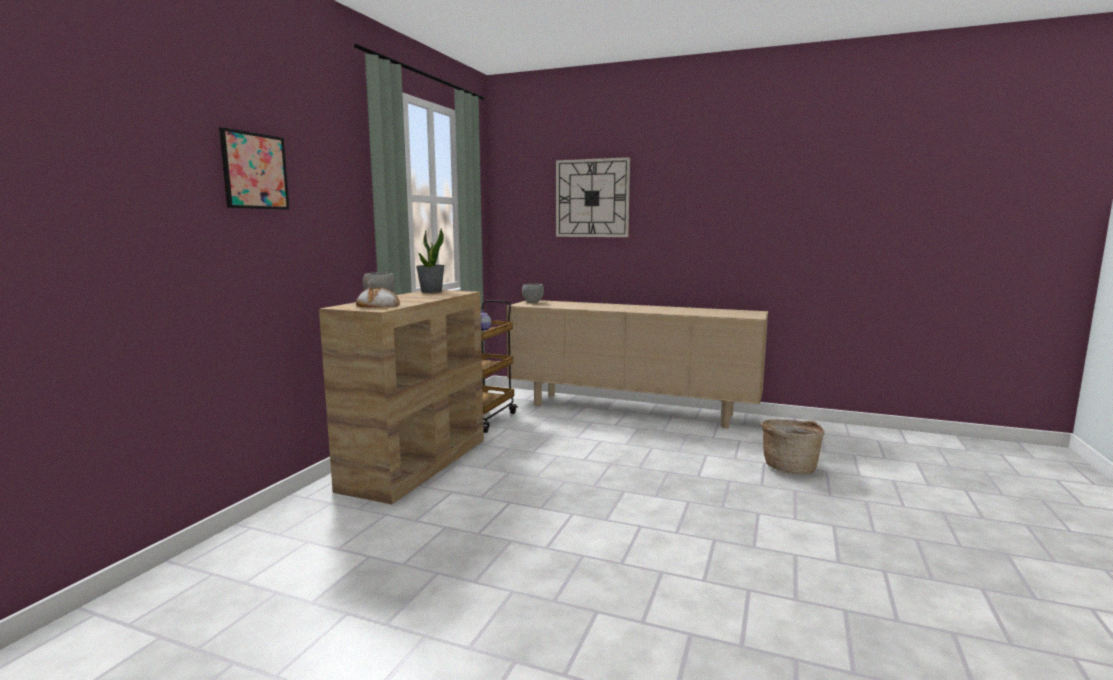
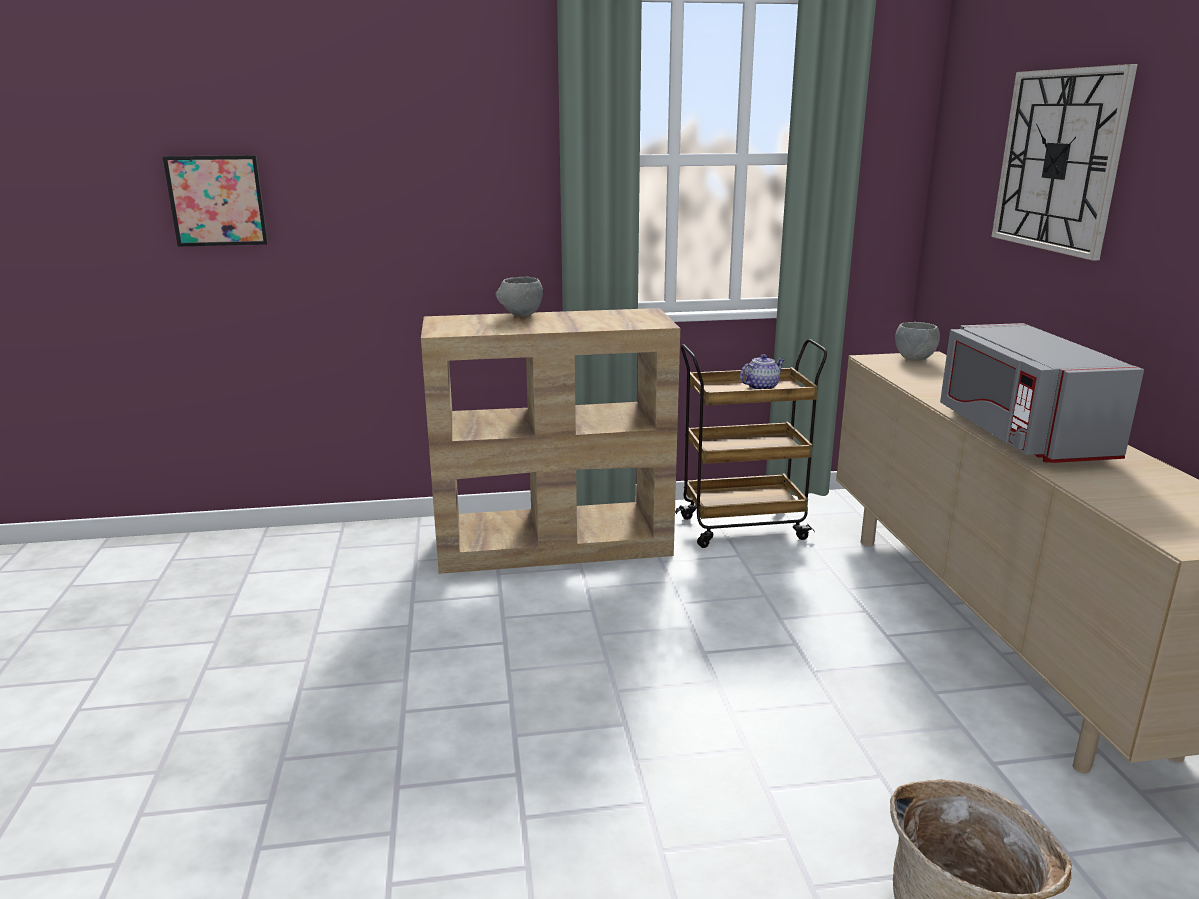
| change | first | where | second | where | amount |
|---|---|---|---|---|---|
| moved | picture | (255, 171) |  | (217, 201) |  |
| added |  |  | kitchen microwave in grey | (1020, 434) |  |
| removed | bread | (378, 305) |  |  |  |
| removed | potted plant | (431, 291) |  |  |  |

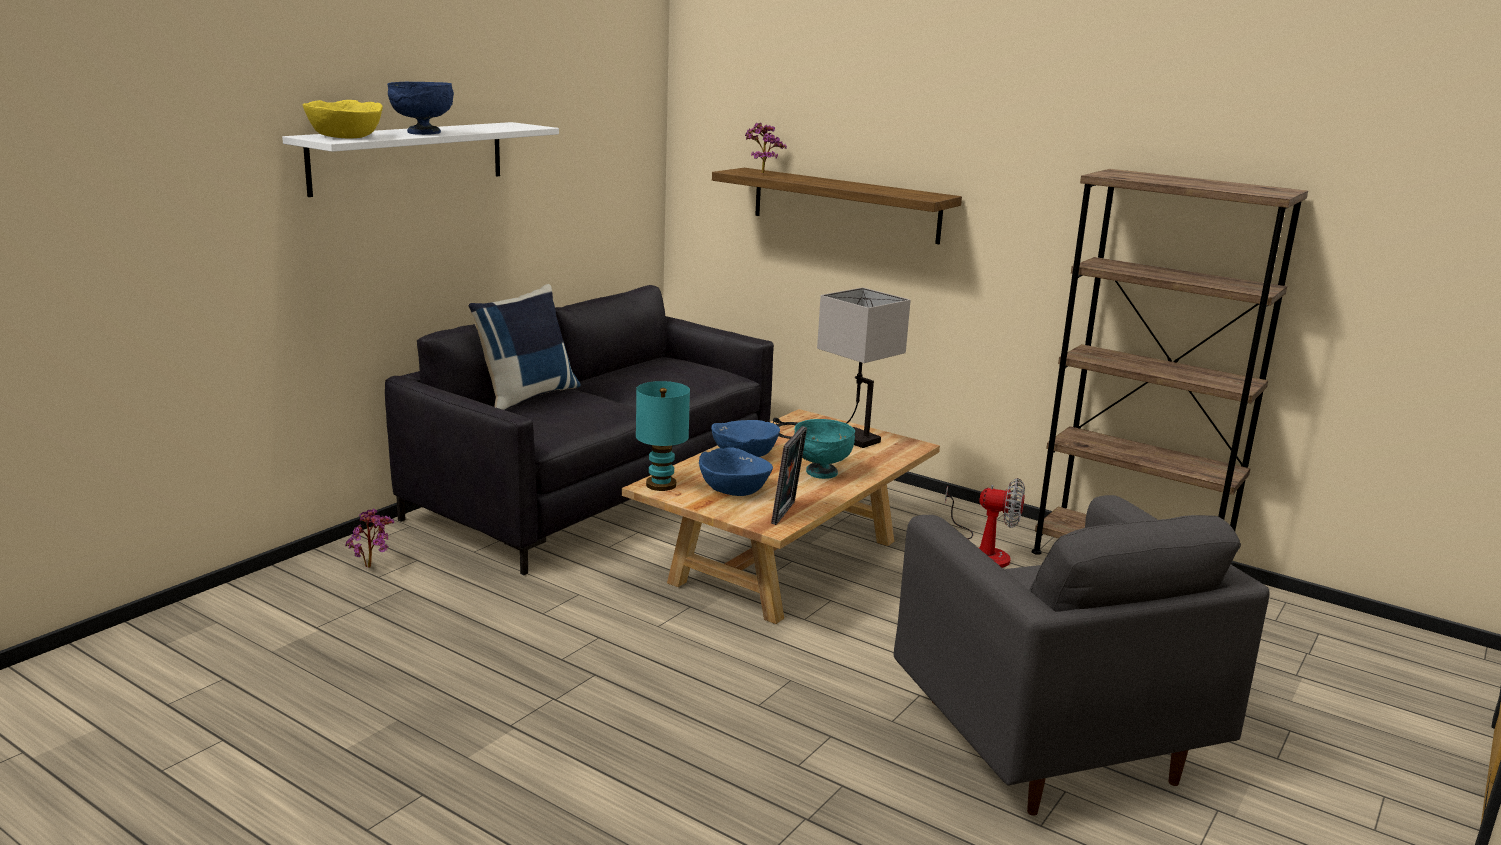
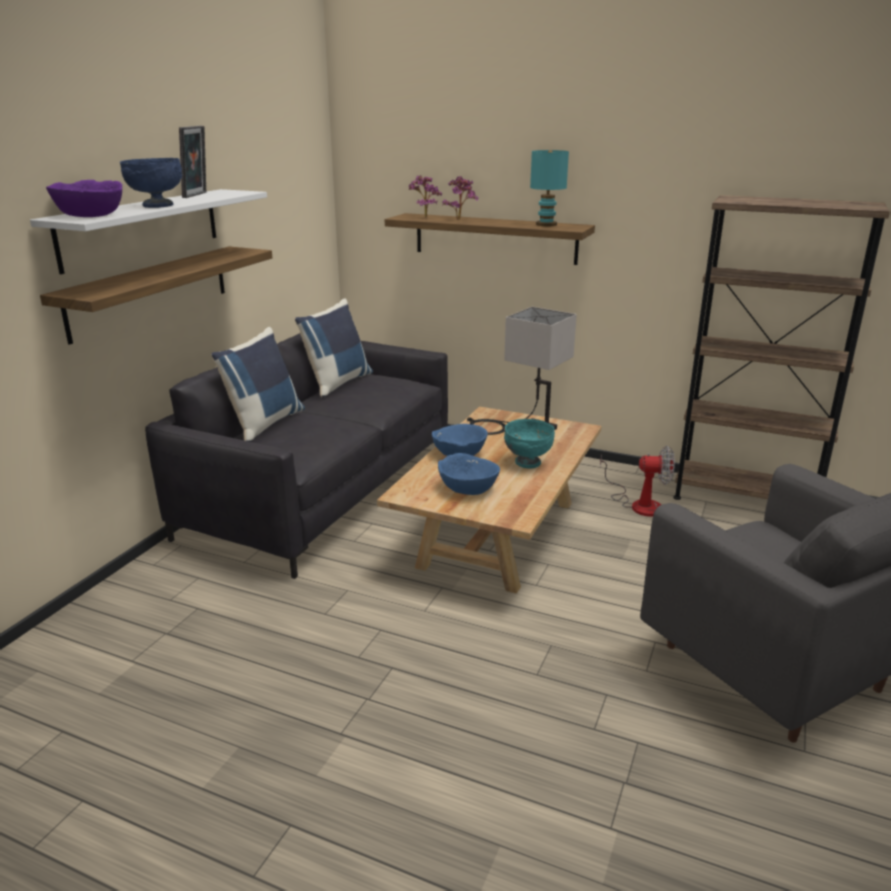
| change | first | where | second | where | amount |
|---|---|---|---|---|---|
| added |  |  | wall shelf | (151, 291) |  |
| recoloured | serving bowl in yellowish | (345, 136) | serving bowl in purple | (90, 215) |  |
| moved | photo frame | (787, 513) |  | (197, 195) |  |
| added |  |  | cushion in bluish | (337, 383) |  |
| moved | potted plant | (373, 566) |  | (460, 219) |  |
| moved | tabletop lamp in turquoise-coloured | (660, 485) |  | (546, 224) |  |

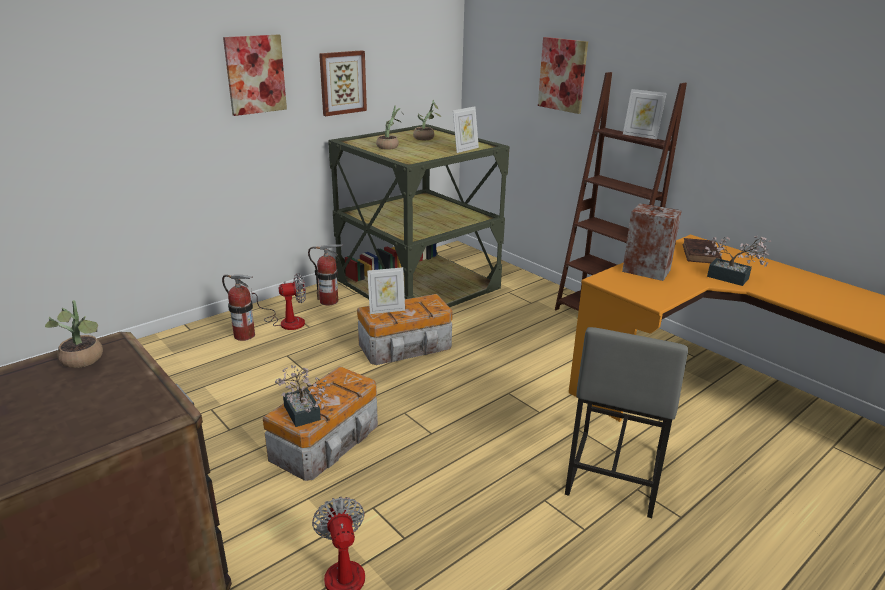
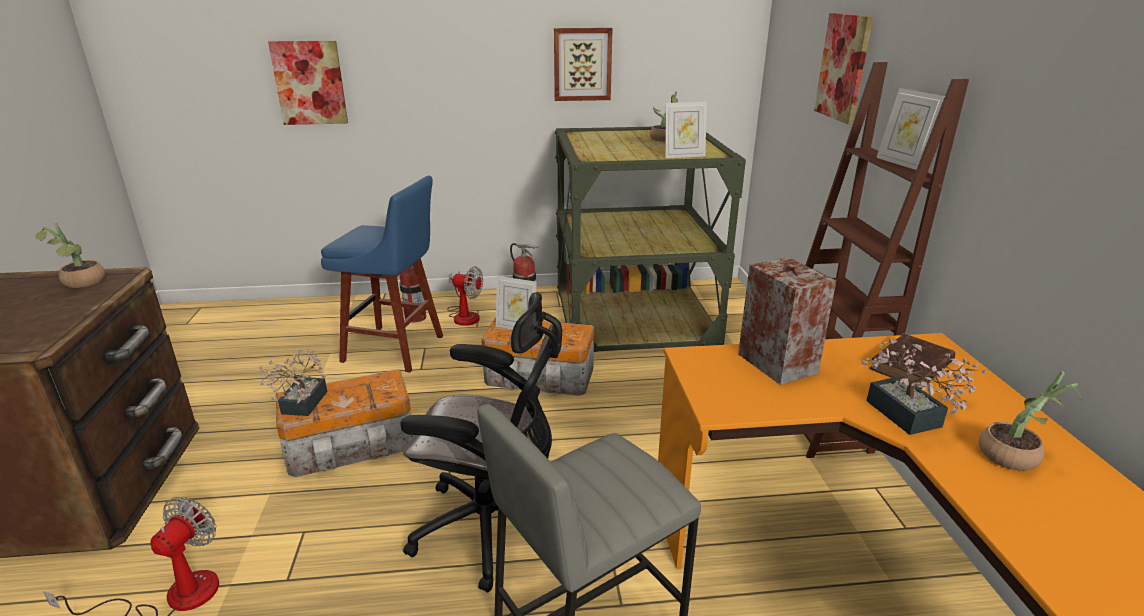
| change | first | where | second | where | amount |
|---|---|---|---|---|---|
| moved | picture | (255, 74) |  | (309, 83) |  |
| added |  |  | stool in bluish | (395, 349) |  |
| added |  |  | office chair | (489, 526) |  |
| moved | potted plant | (390, 147) |  | (1015, 456) |  |

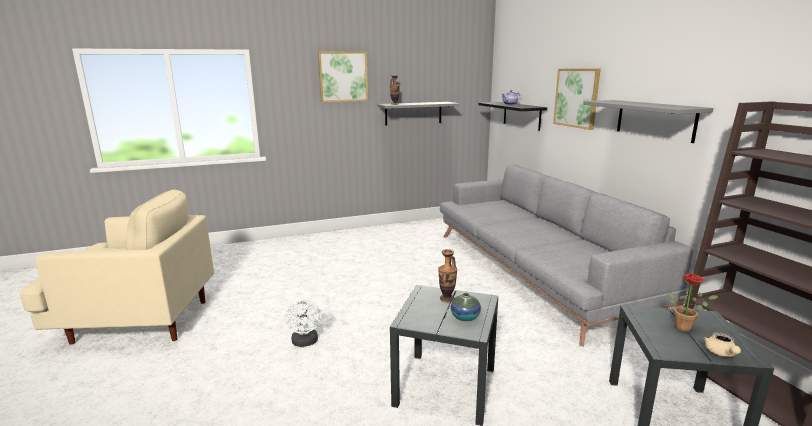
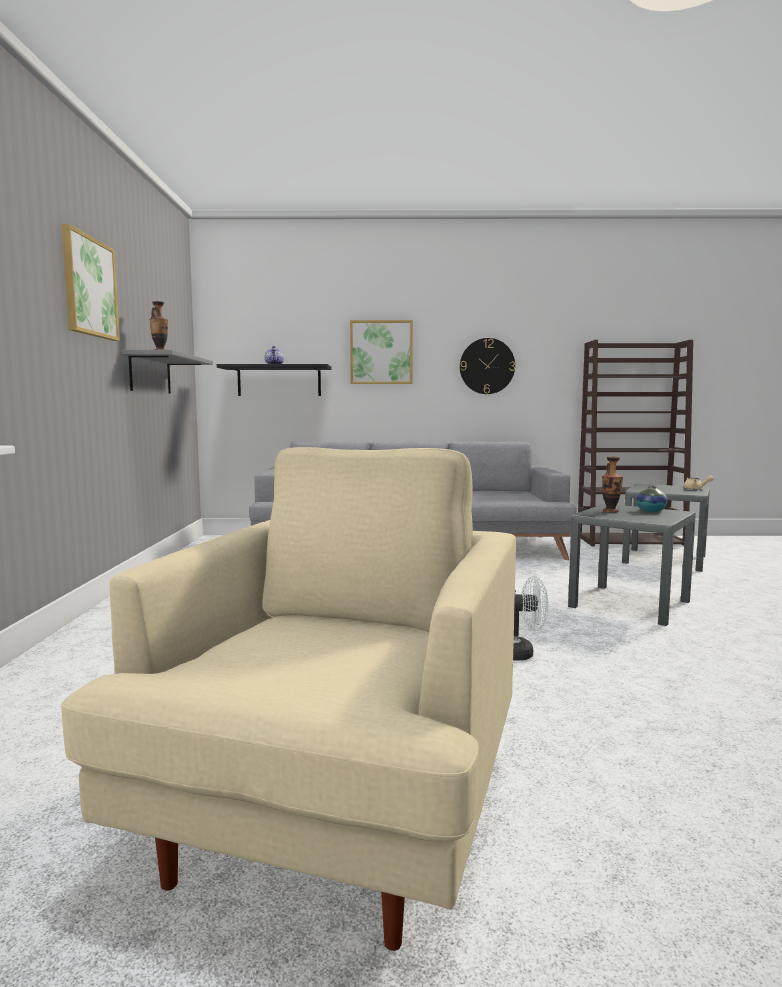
| change | first | where | second | where | amount |
|---|---|---|---|---|---|
| replaced | wall shelf in grey | (655, 120) | hanging clock | (487, 366) |  |
| removed | potted plant | (685, 327) |  |  |  |

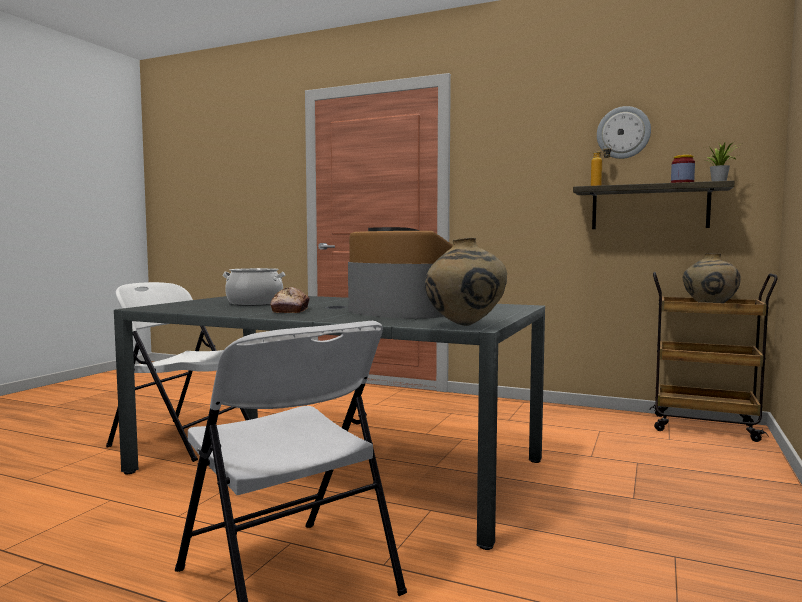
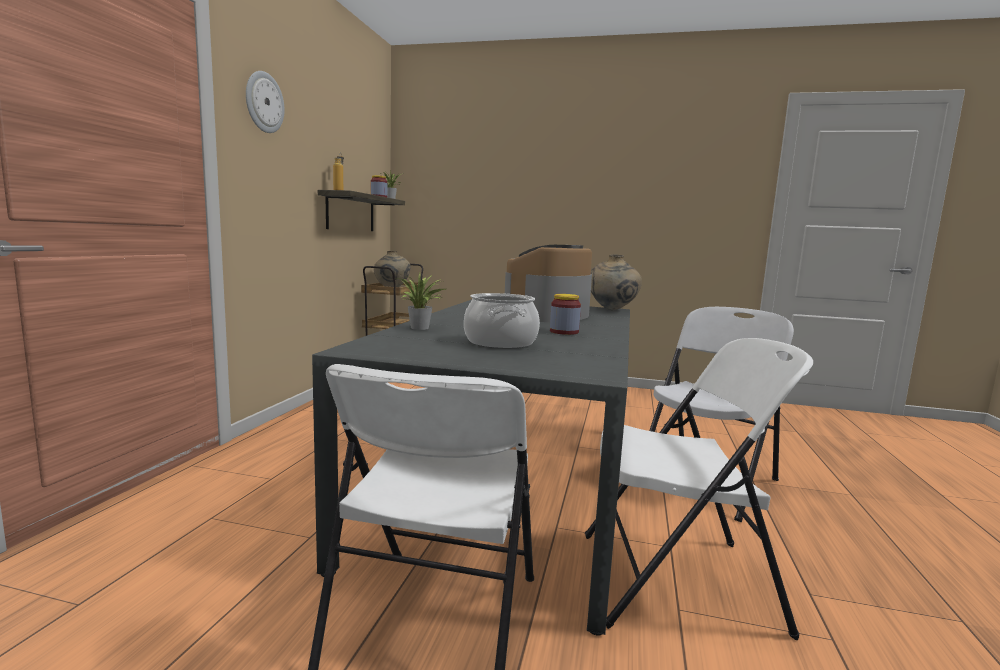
| change | first | where | second | where | amount |
|---|---|---|---|---|---|
| moved | hanging clock | (623, 132) |  | (264, 102) |  |
| added |  |  | potted plant | (421, 328) |  |
| replaced | bread | (291, 310) | jar | (564, 332) |  |
| added |  |  | chair in whitish | (677, 580) |  |

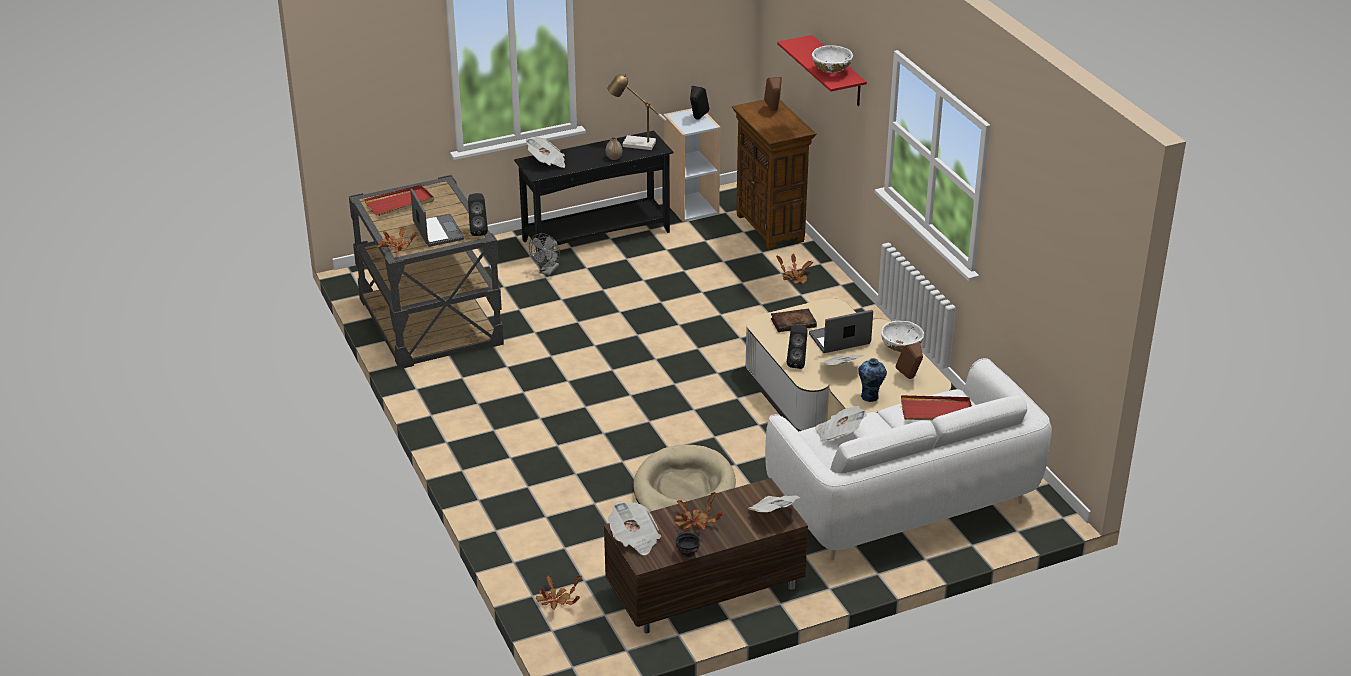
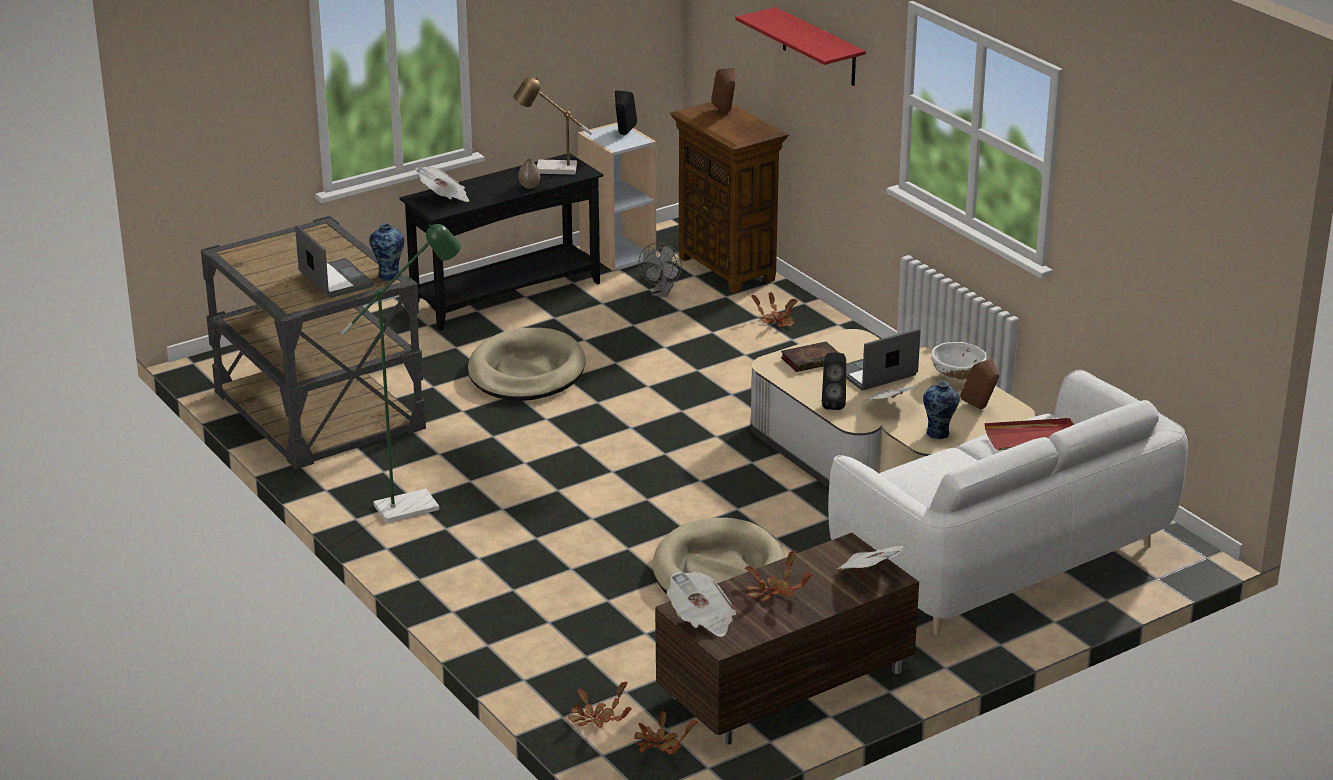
| change | first | where | second | where | amount |
|---|---|---|---|---|---|
| added |  |  | standard lamp in greenish | (417, 504) |  |
| replaced | audio speaker in black | (478, 231) | decorative vase | (389, 275) |  |
| added |  |  | dog bed in beige-coloured | (526, 371) |  |
| moved | potted plant | (396, 247) |  | (659, 745) |  |
| moved | cooling fan in grey | (547, 271) |  | (662, 293) |  |
| removed | tray in reddish | (400, 203) |  |  |  |
| removed | serving bowl in black | (687, 553) |  |  |  |
| removed | serving bowl in whitish | (831, 72) |  |  |  |
| removed | newspaper | (839, 434) |  |  |  |

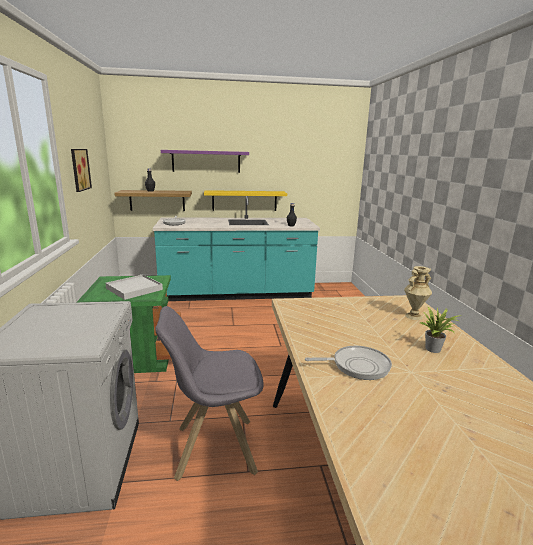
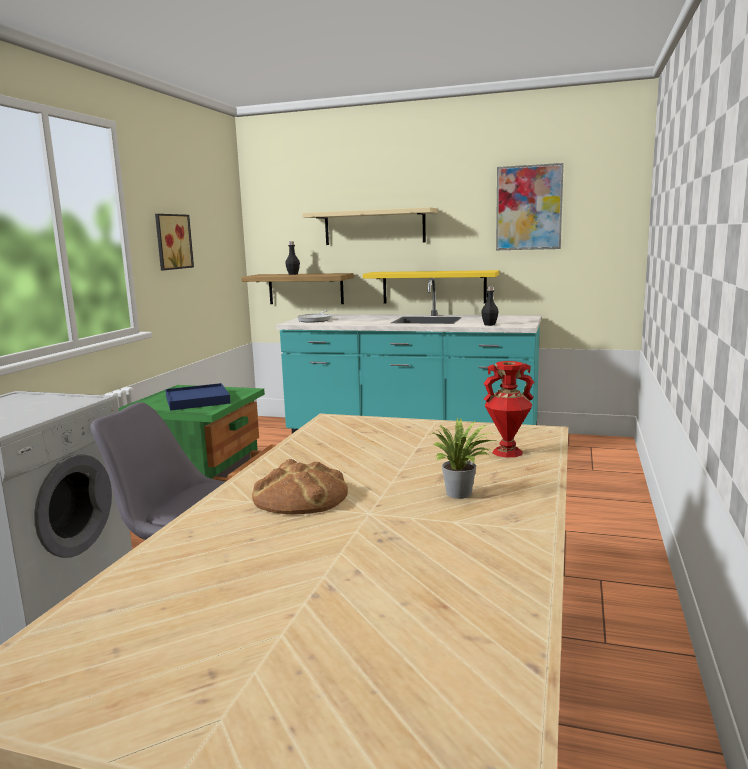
| change | first | where | second | where | amount |
|---|---|---|---|---|---|
| recoloured | tray in whitish | (134, 289) | tray in bluish | (197, 400) |  |
| replaced | skillet | (357, 366) | bread | (300, 496) |  |
| recoloured | wall shelf in purple | (206, 161) | wall shelf in beige-coloured | (374, 227) |  |
| recoloured | decorative vase in beige-coloured | (414, 316) | decorative vase in reddish | (507, 452) |  |
| added |  |  | picture | (529, 208) |  |

